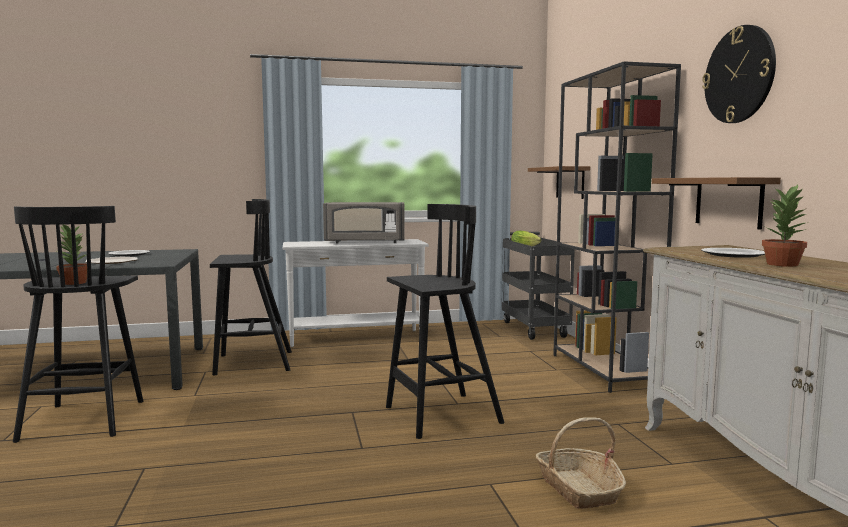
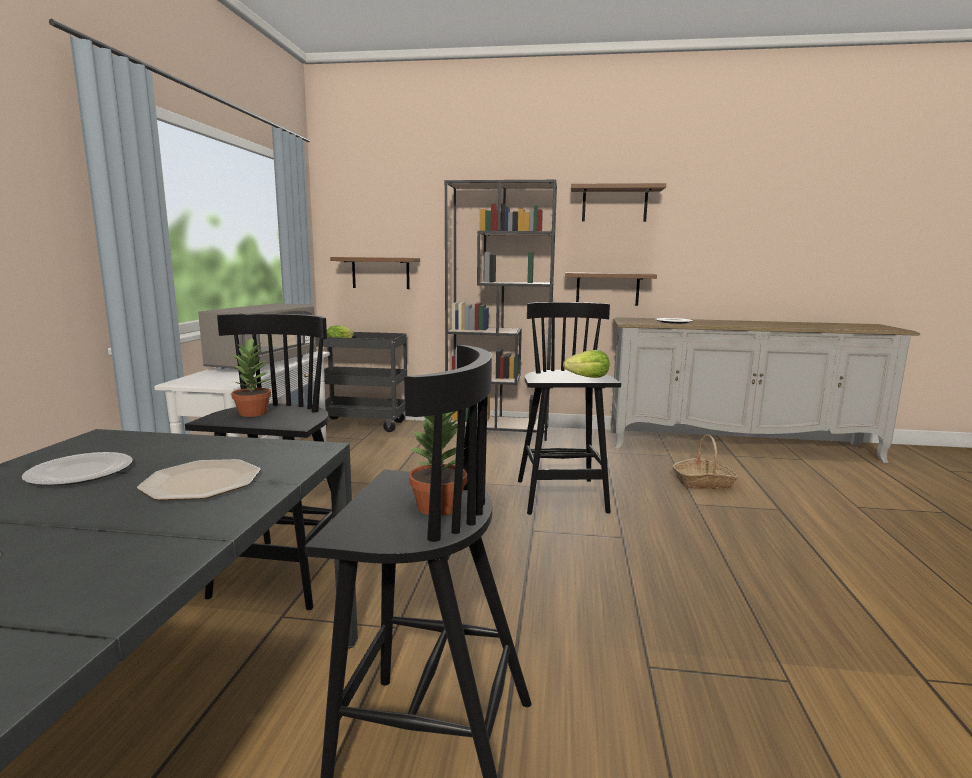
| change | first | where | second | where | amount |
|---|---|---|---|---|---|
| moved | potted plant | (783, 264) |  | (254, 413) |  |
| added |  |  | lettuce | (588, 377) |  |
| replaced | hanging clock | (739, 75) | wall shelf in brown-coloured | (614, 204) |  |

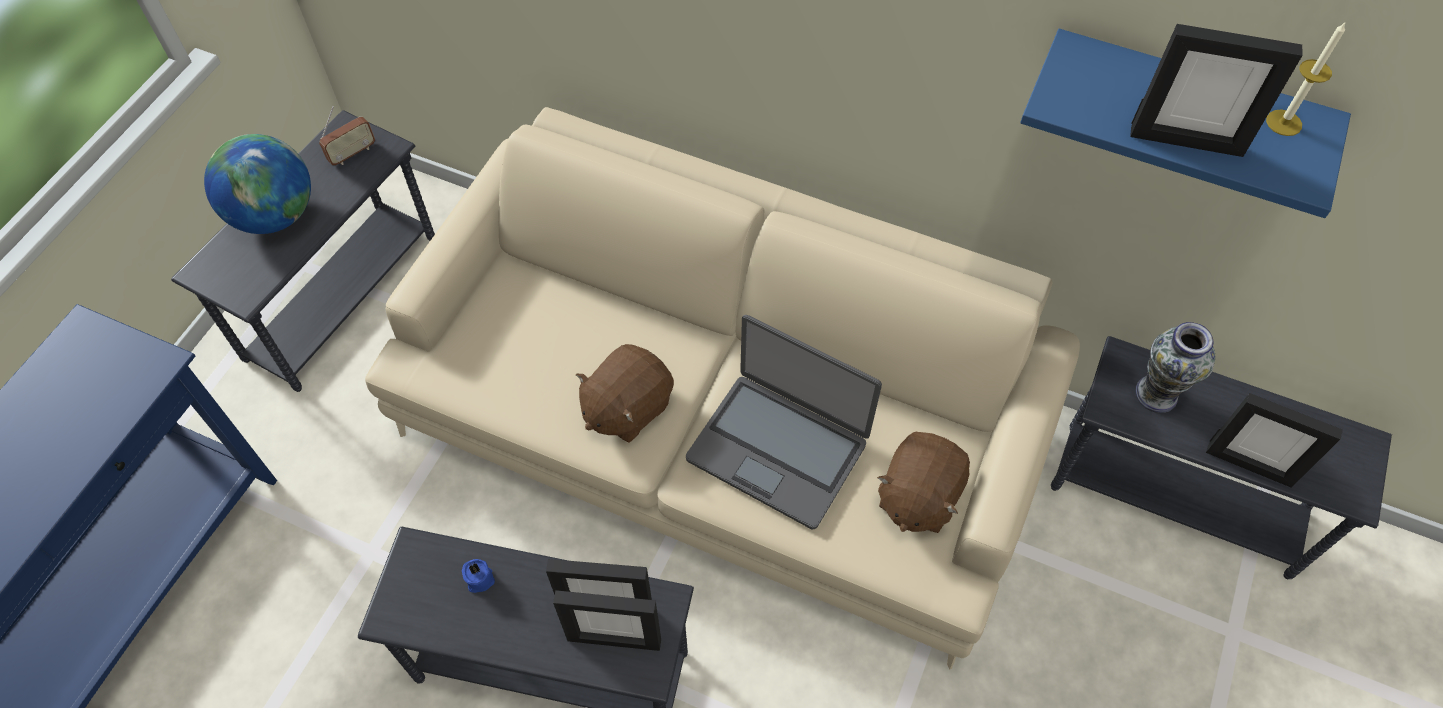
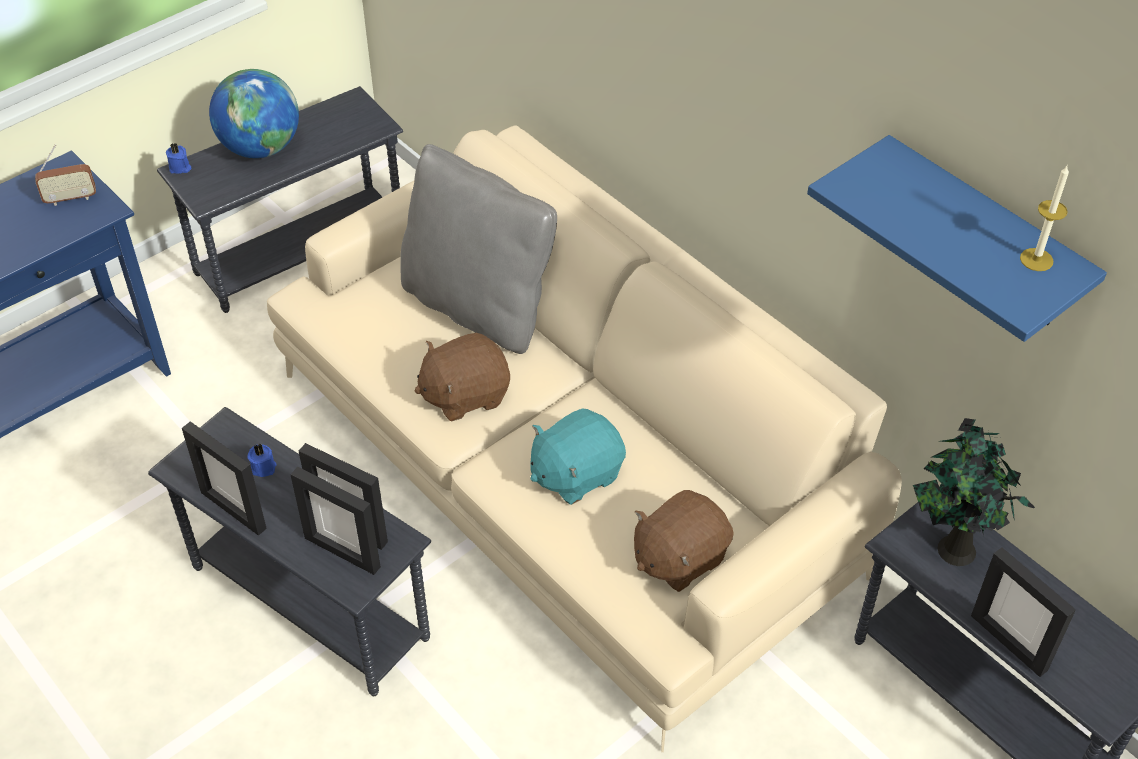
| change | first | where | second | where | amount |
|---|---|---|---|---|---|
| moved | radio set | (352, 154) |  | (70, 198) |  |
| added |  |  | wax candle in bluish | (180, 168) |  |
| moved | photo frame | (1186, 139) |  | (235, 509) |  |
| added |  |  | cushion in grey | (478, 306) |  |
| replaced | laptop | (778, 449) | soft toy in turquoise-coloured | (576, 474) |  |
| replaced | decorative vase | (1155, 393) | potted plant | (952, 549) |  |

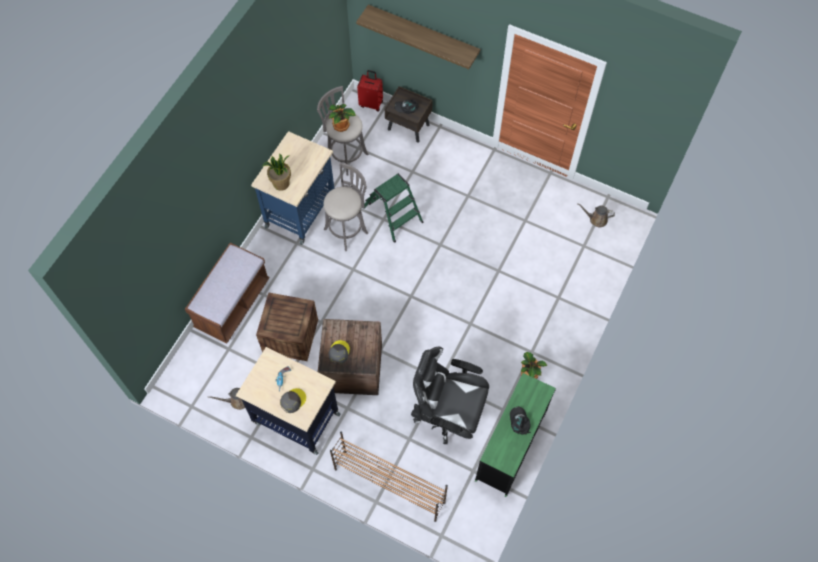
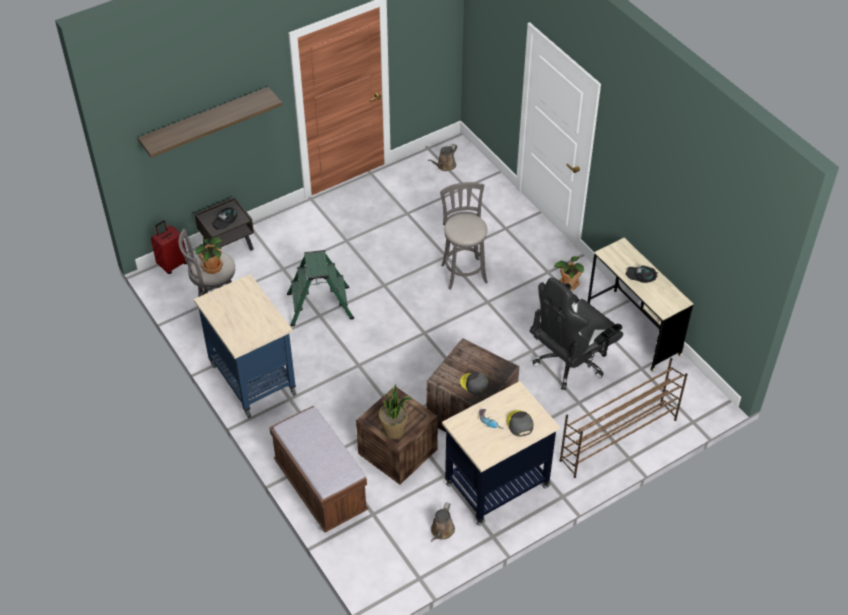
| change | first | where | second | where | amount |
|---|---|---|---|---|---|
| moved | potted plant | (281, 184) |  | (394, 430) |  |
| moved | stool in grey | (347, 230) |  | (463, 271) |  |
| recoloured | desk unit in greenish | (511, 446) | desk unit in beige-coloured | (633, 330) |  |

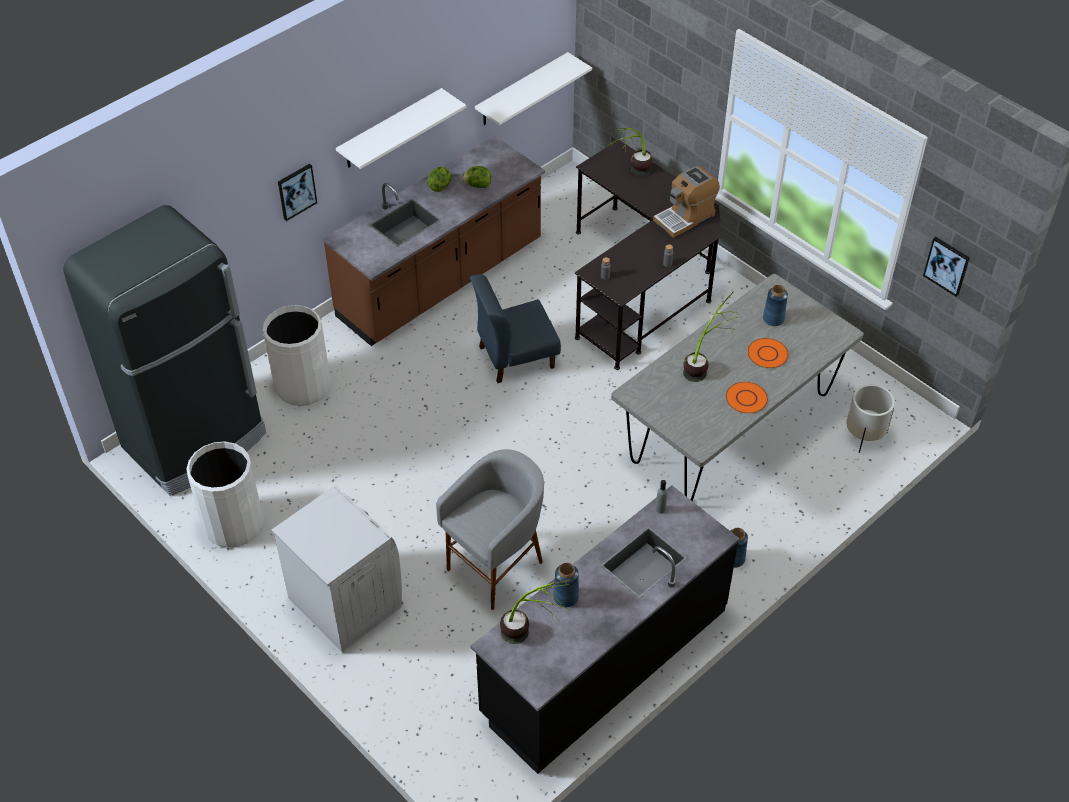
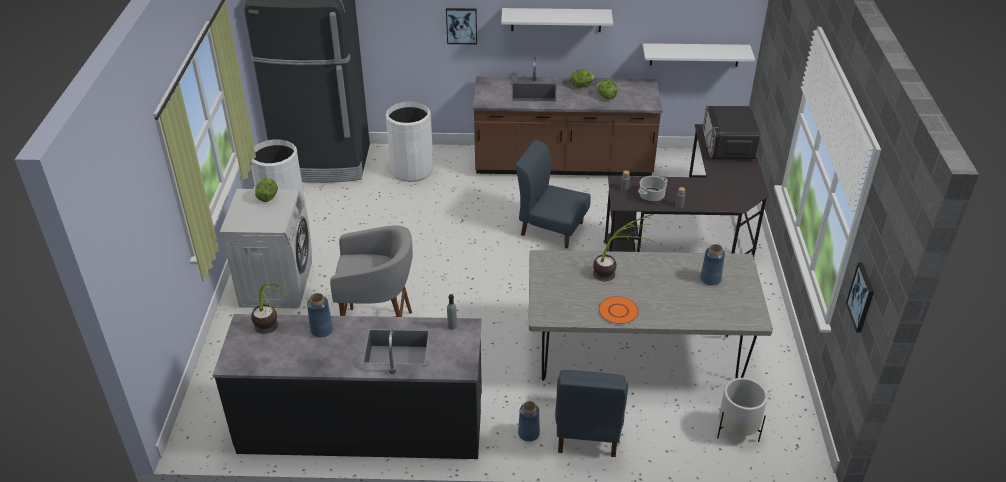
| change | first | where | second | where | amount |
|---|---|---|---|---|---|
| added |  |  | lettuce | (268, 197) |  |
| added |  |  | chair in bluish | (587, 430) |  |
| added |  |  | cooking pot | (651, 195) |  |
| replaced | potted plant | (631, 174) | kitchen microwave | (728, 146) |  |
| removed | coffee machine | (685, 217) |  |  |  |
| removed | dinner plate in orange-coloured | (767, 354) |  |  |  |

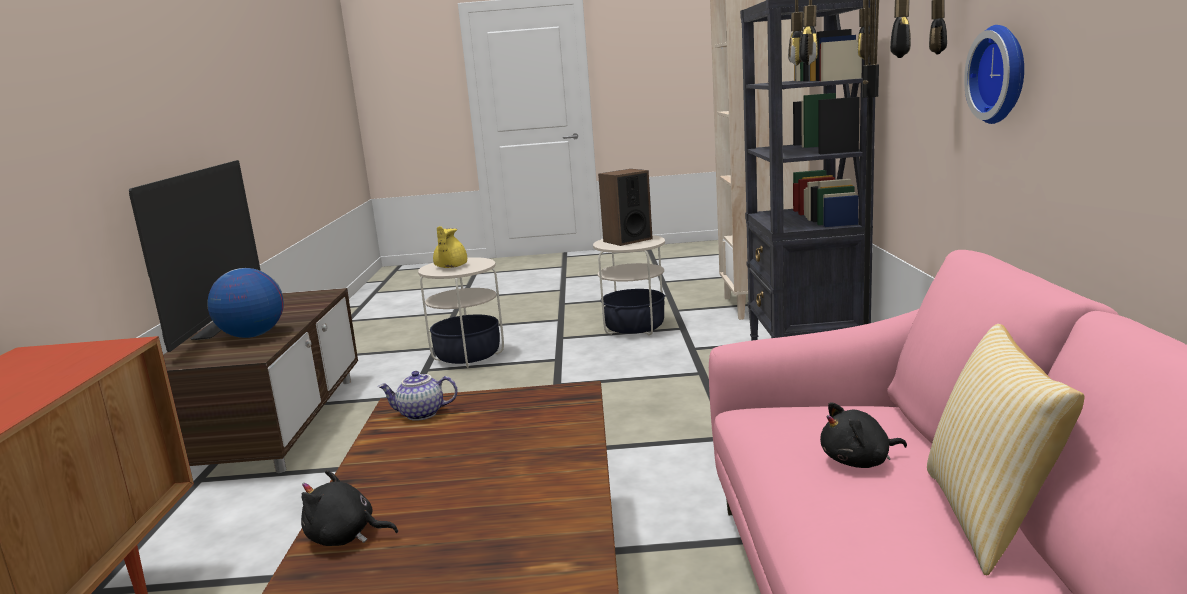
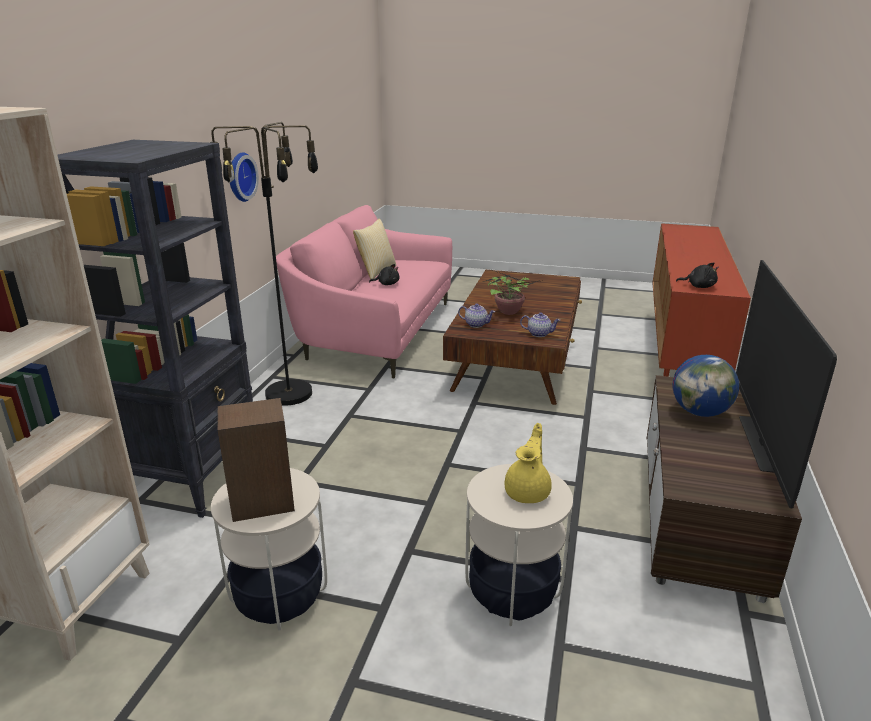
| change | first | where | second | where | amount |
|---|---|---|---|---|---|
| added |  |  | teapot | (476, 324) |  |
| added |  |  | potted plant | (507, 311) |  |
| moved | soft toy in black | (345, 537) |  | (699, 286) |  |

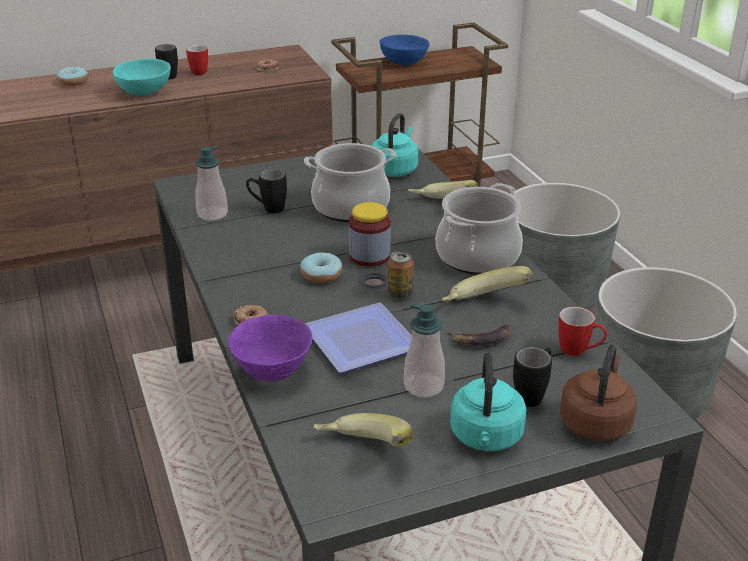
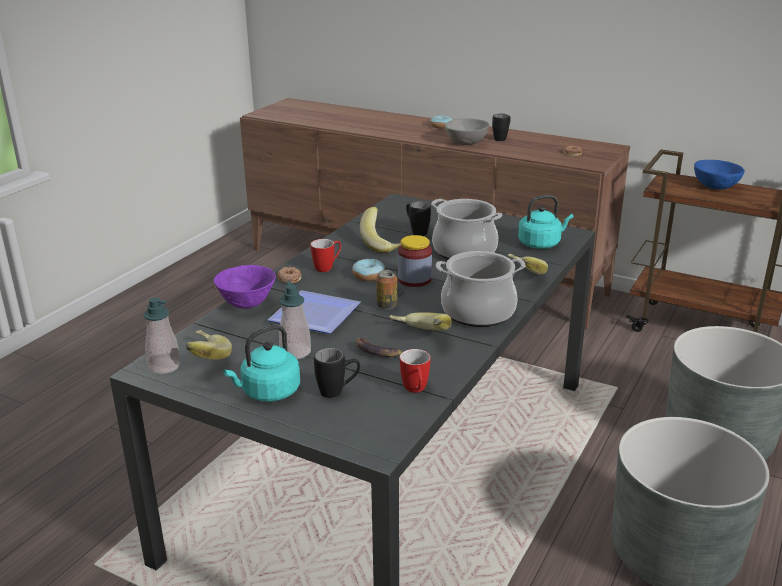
| change | first | where | second | where | amount |
|---|---|---|---|---|---|
| moved | soap bottle | (212, 214) |  | (164, 366) |  |
| moved | mug | (200, 71) |  | (327, 267) |  |
| added |  |  | whole banana | (384, 244) |  |
| recoloured | serving bowl in turquoise-coloured | (145, 93) | serving bowl in grey | (466, 144) |  |
| removed | water kettle in brown-coloured | (596, 422) |  |  |  |

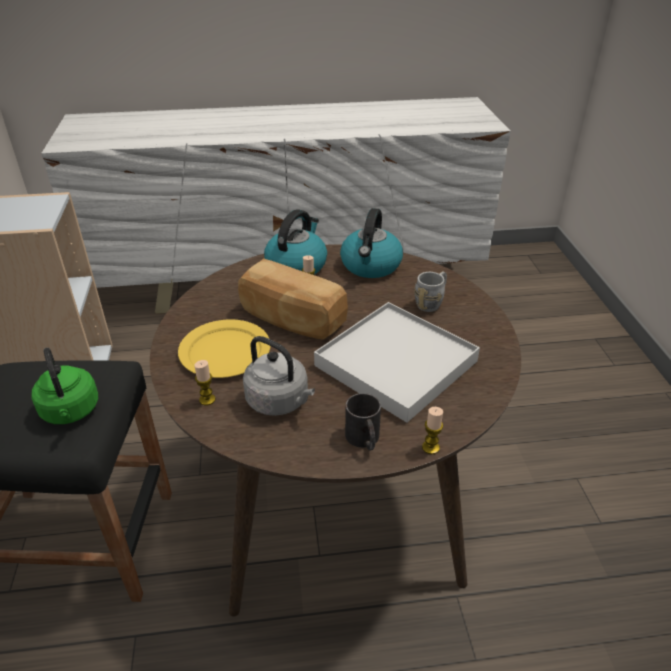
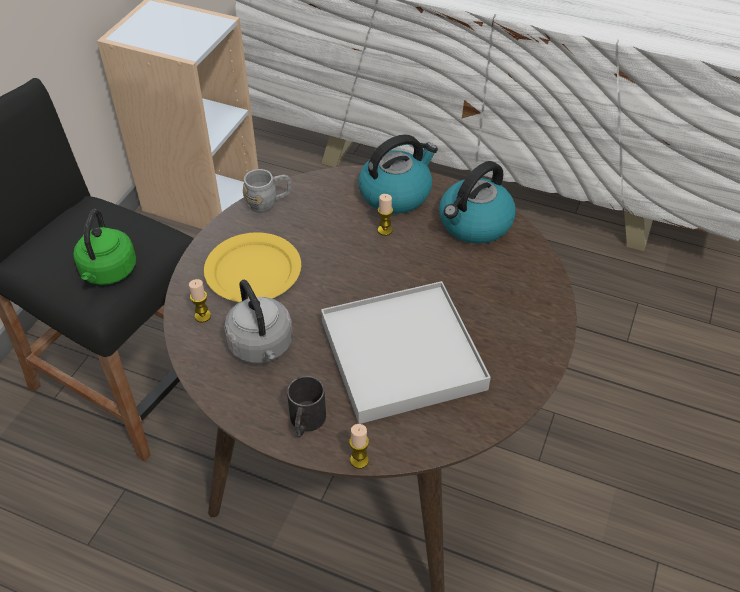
| change | first | where | second | where | amount |
|---|---|---|---|---|---|
| moved | mug in grey | (431, 302) |  | (269, 203) |  |
| removed | bread | (291, 319) |  |  |  |

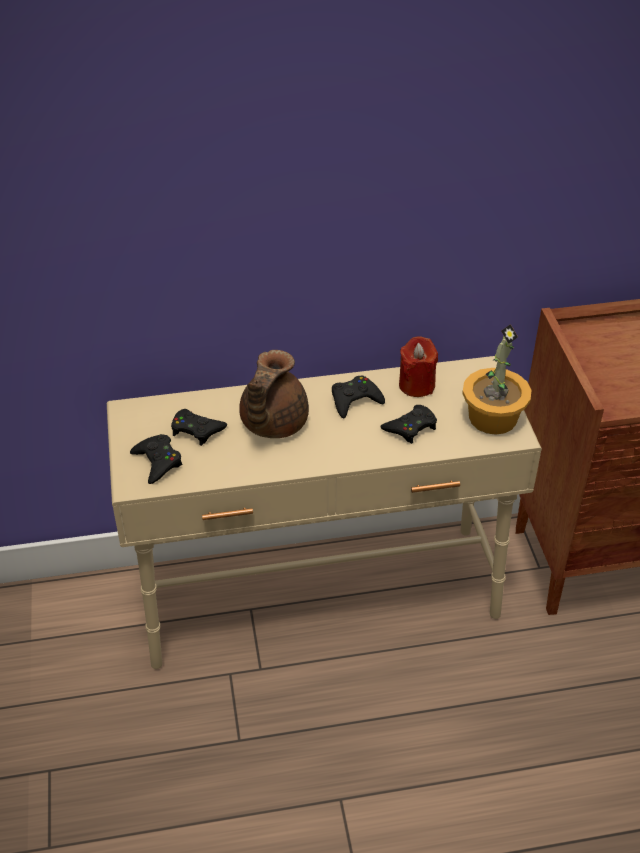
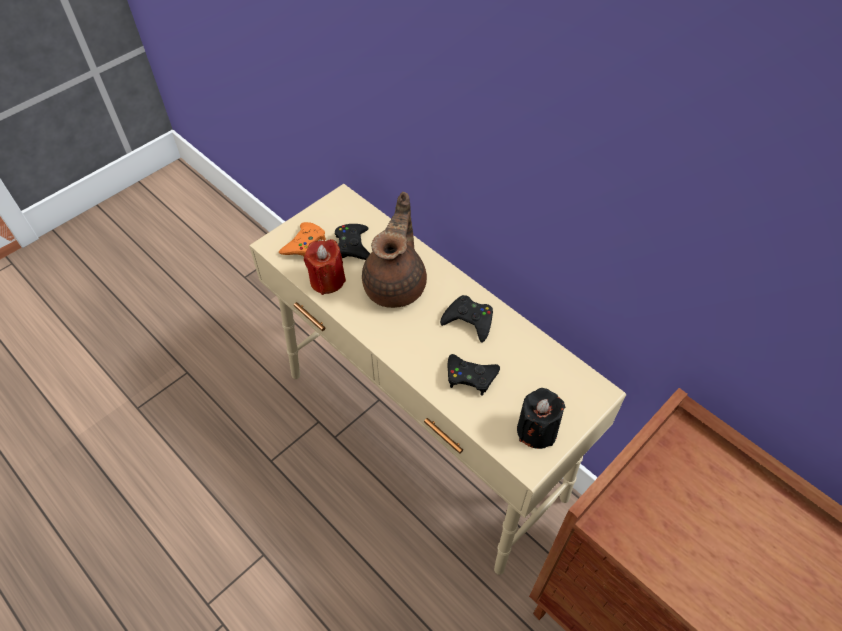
| change | first | where | second | where | amount |
|---|---|---|---|---|---|
| recoloured | joypad in black | (158, 462) | joypad in orange-coloured | (304, 244) |  |
| moved | wax candle in reddish | (416, 385) |  | (327, 280) |  |
| turned | teapot in brown-coloured | (272, 424) |  | (396, 284) | 120 degrees clockwise |
| replaced | potted plant | (492, 417) | wax candle in black | (536, 430) |  |

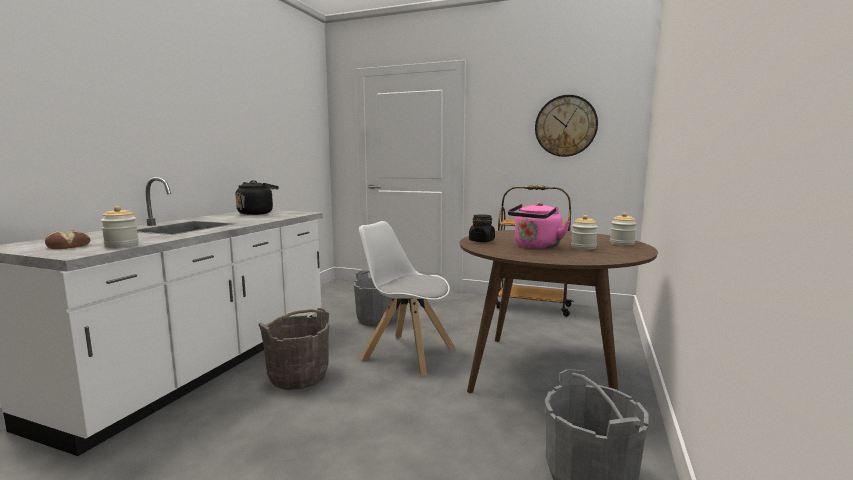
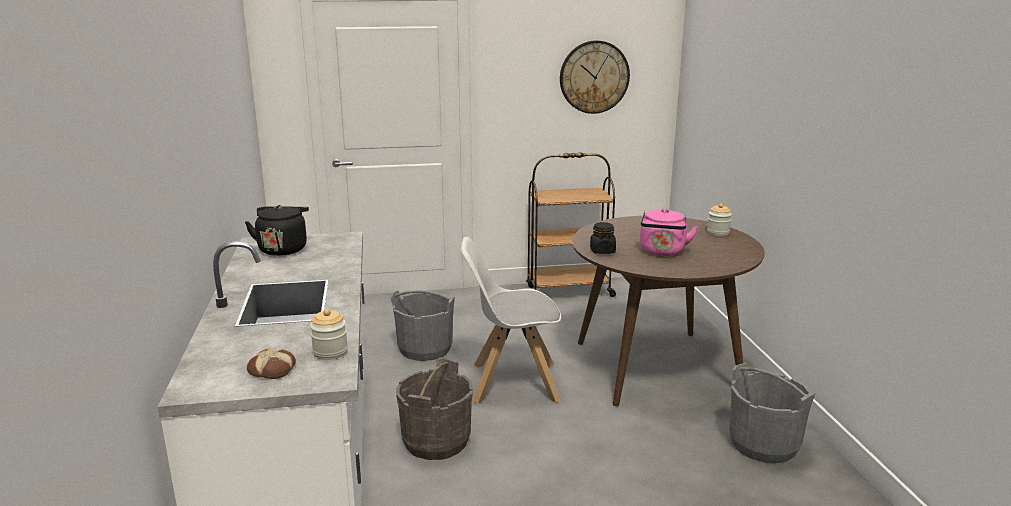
| change | first | where | second | where | amount |
|---|---|---|---|---|---|
| removed | jar | (583, 247) |  |  |  |

